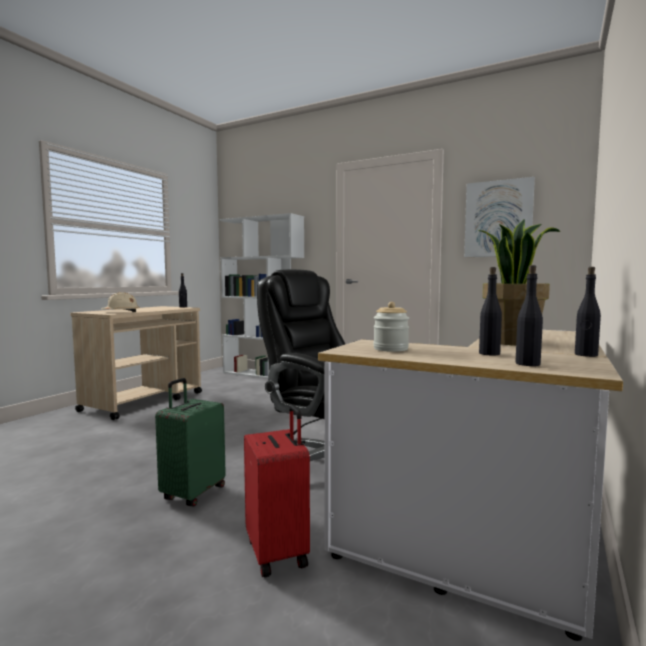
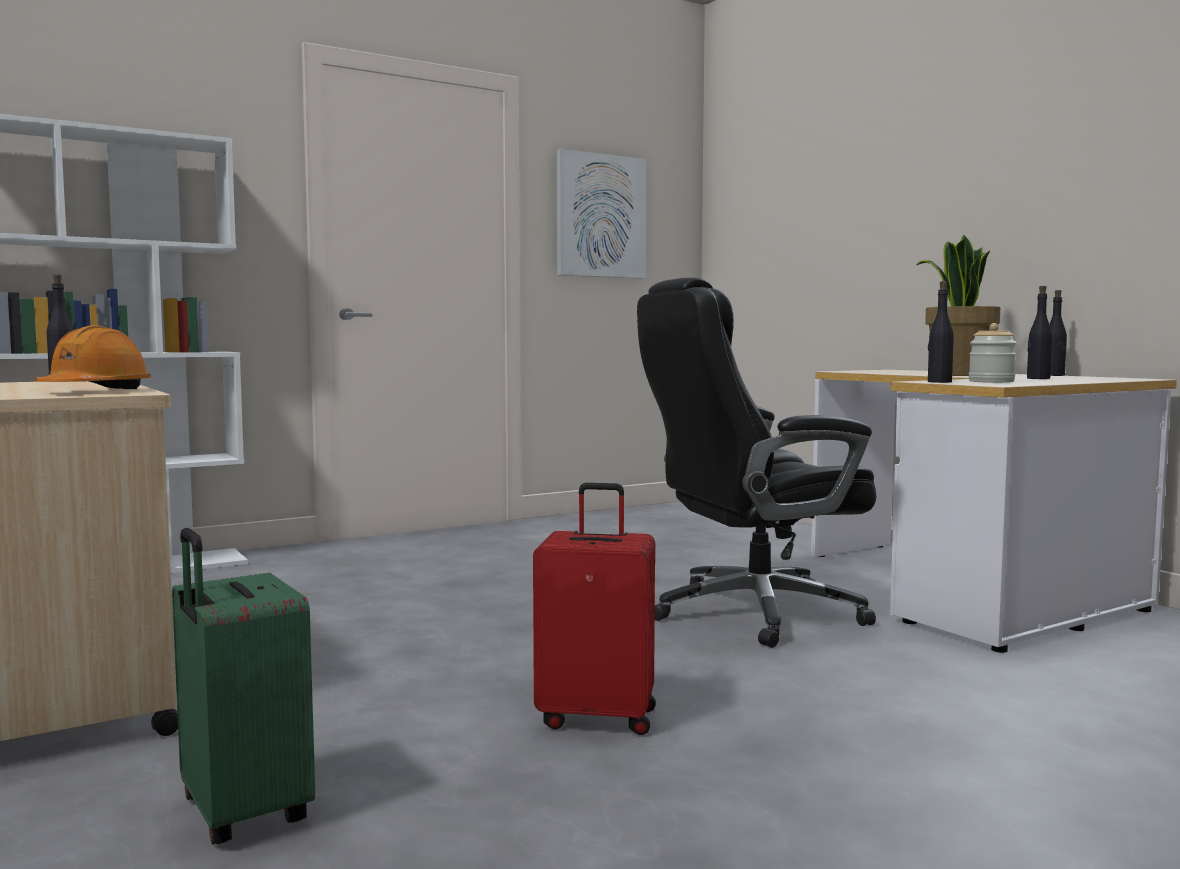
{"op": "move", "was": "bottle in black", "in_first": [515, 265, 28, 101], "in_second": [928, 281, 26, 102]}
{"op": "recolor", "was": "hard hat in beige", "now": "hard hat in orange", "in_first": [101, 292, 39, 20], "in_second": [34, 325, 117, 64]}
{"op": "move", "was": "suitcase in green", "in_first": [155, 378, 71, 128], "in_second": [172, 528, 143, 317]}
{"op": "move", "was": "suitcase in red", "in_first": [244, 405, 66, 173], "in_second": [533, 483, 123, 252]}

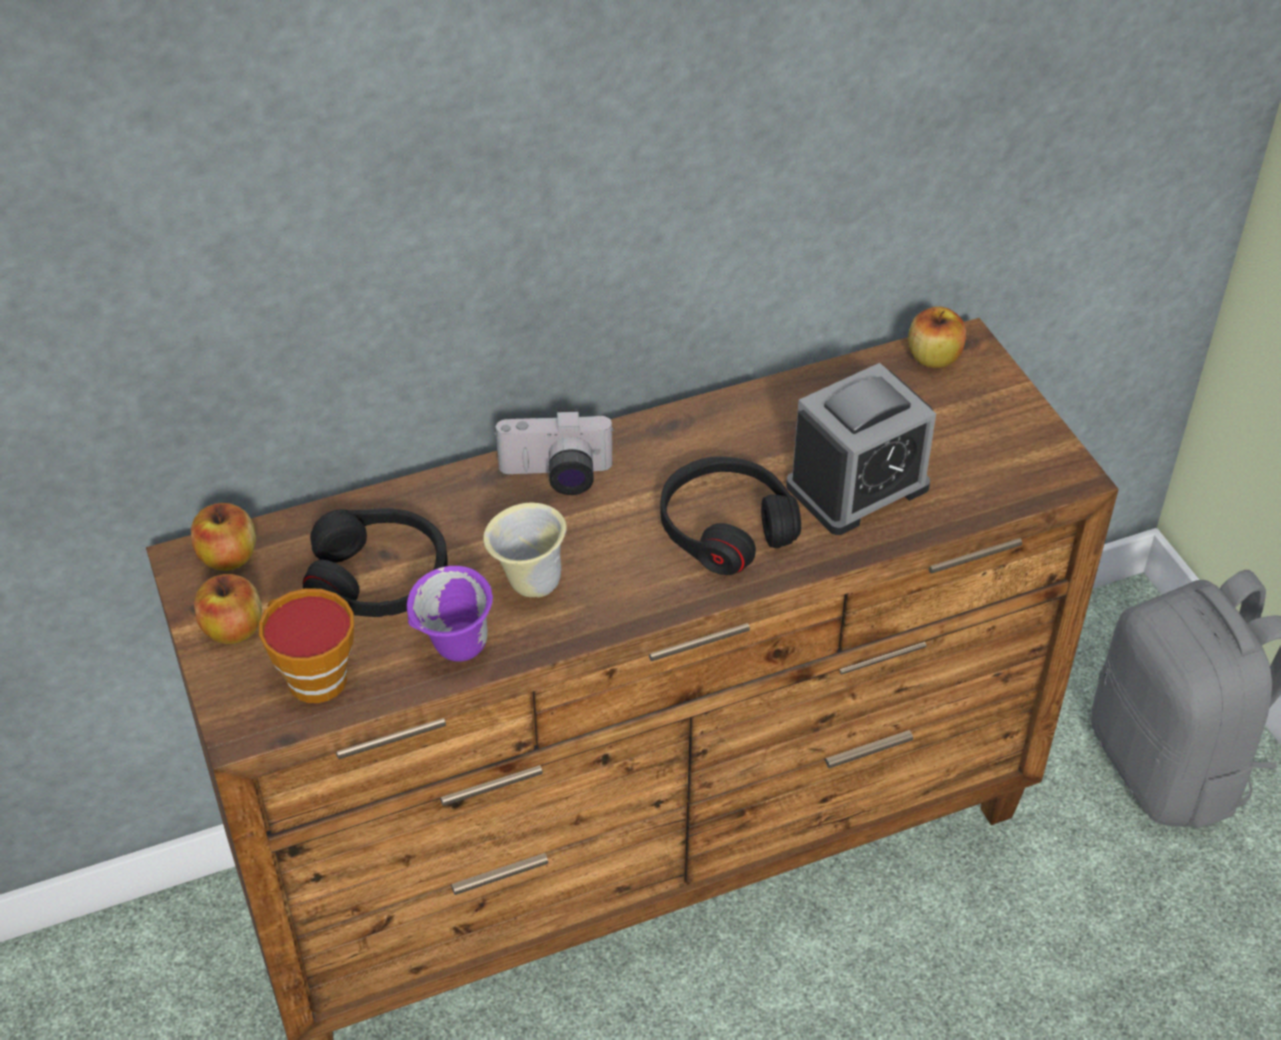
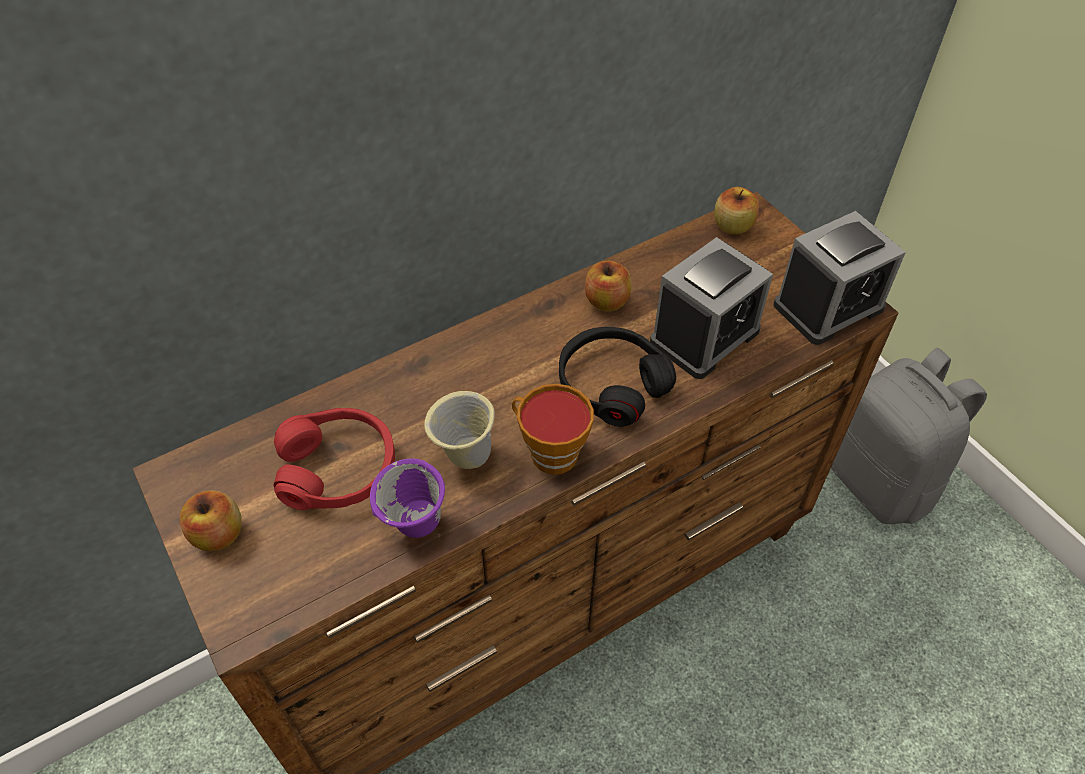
{"op": "delete", "was": "photo camera", "in_first": [494, 409, 120, 86]}
{"op": "move", "was": "apple", "in_first": [191, 503, 65, 68], "in_second": [585, 261, 47, 50]}
{"op": "recolor", "was": "headphones in black", "now": "headphones in red", "in_first": [303, 508, 145, 109], "in_second": [274, 408, 121, 102]}
{"op": "move", "was": "cup", "in_first": [259, 588, 95, 115], "in_second": [512, 384, 82, 91]}
{"op": "insert", "now": "alarm clock", "in_second": [773, 211, 133, 134]}

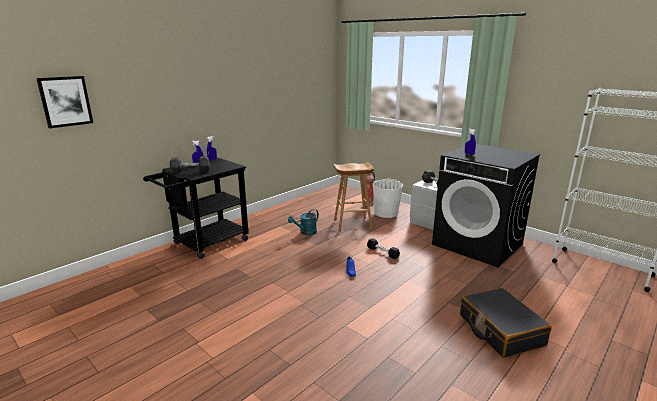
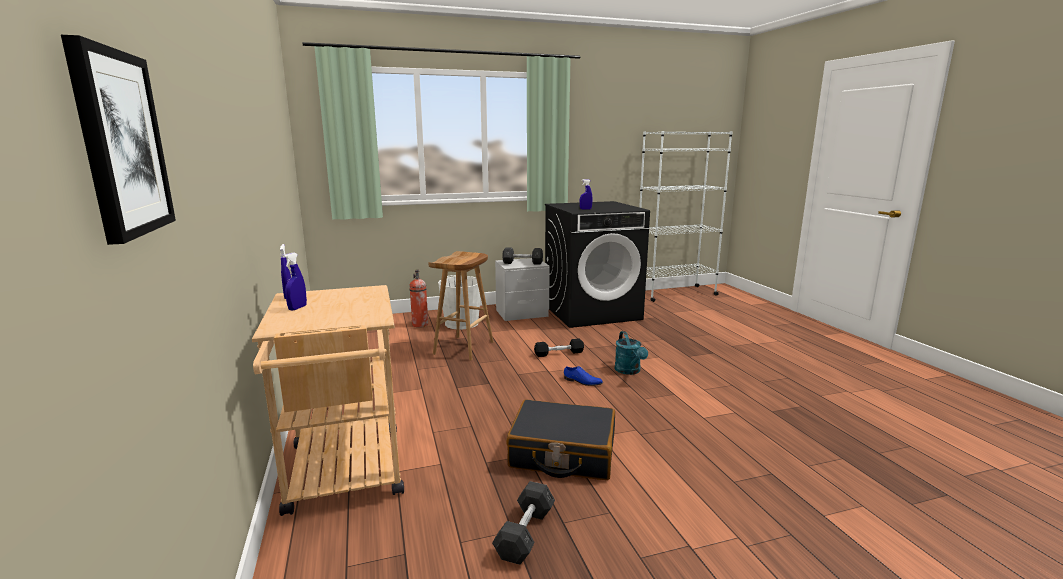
{"op": "move", "was": "dumbbell in grey", "in_first": [170, 156, 40, 17], "in_second": [492, 481, 63, 84]}
{"op": "recolor", "was": "cart in black", "now": "cart in beige", "in_first": [143, 157, 106, 102], "in_second": [252, 285, 152, 231]}
{"op": "move", "was": "watering can in turquoise", "in_first": [288, 209, 31, 26], "in_second": [615, 331, 33, 44]}
{"op": "move", "was": "suitcase in black", "in_first": [460, 288, 92, 70], "in_second": [506, 399, 109, 81]}

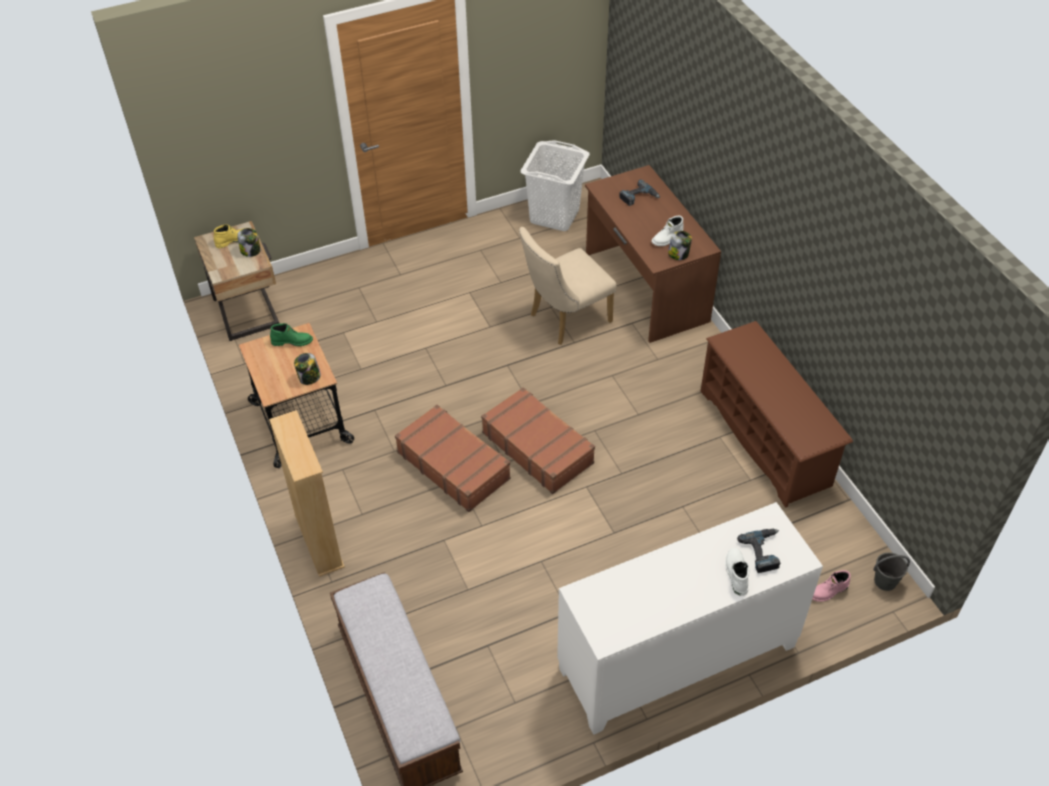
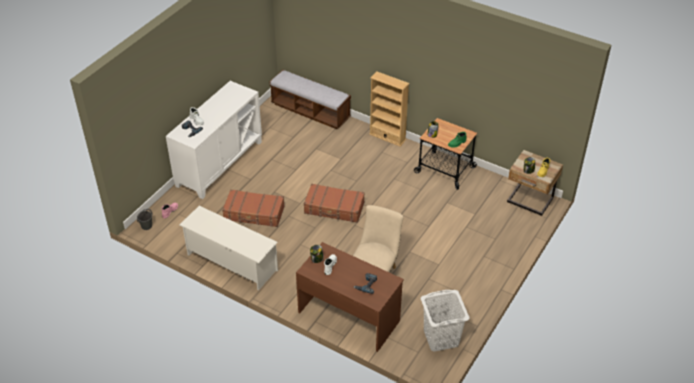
{"op": "recolor", "was": "shoe rack in brown", "now": "shoe rack in white", "in_first": [701, 321, 152, 187], "in_second": [180, 206, 98, 84]}
{"op": "move", "was": "suitcase in brown", "in_first": [395, 405, 116, 107], "in_second": [222, 189, 62, 38]}

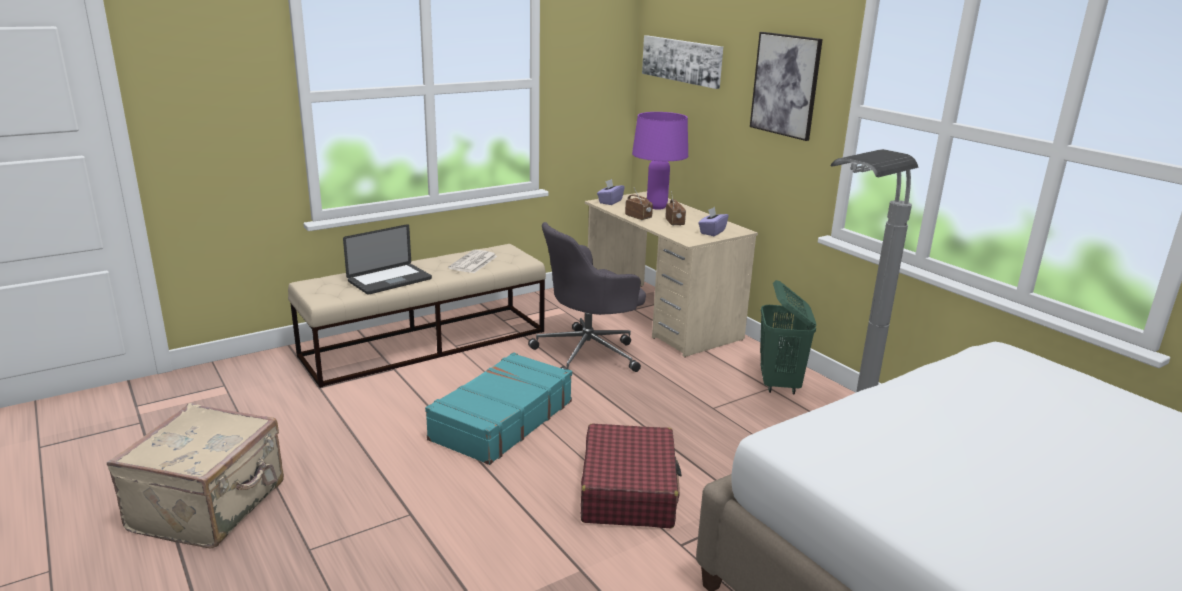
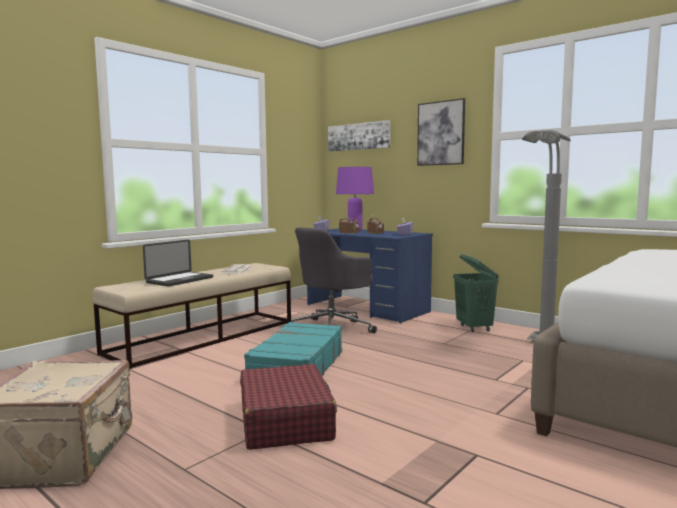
{"op": "recolor", "was": "desk in beige", "now": "desk in blue", "in_first": [585, 191, 173, 166], "in_second": [307, 228, 126, 96]}
{"op": "move", "was": "suitcase in red", "in_first": [581, 423, 101, 105], "in_second": [240, 364, 97, 86]}

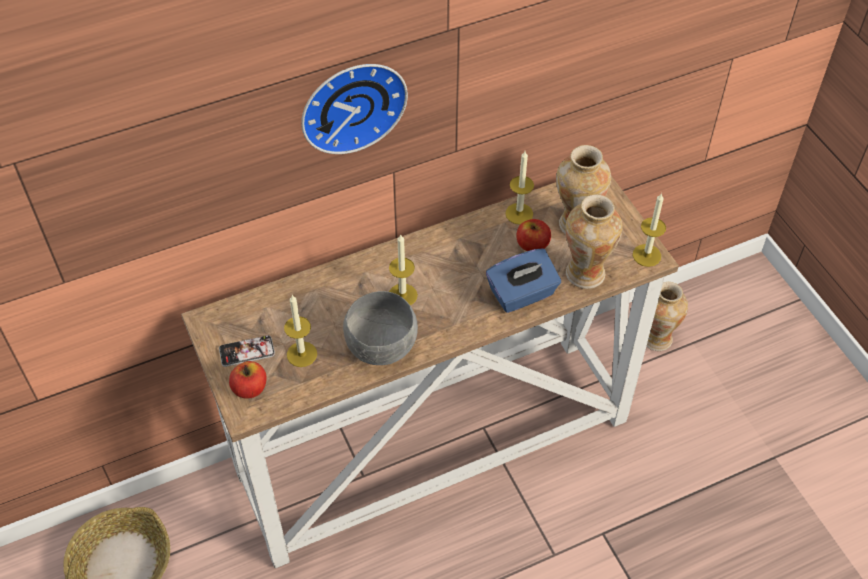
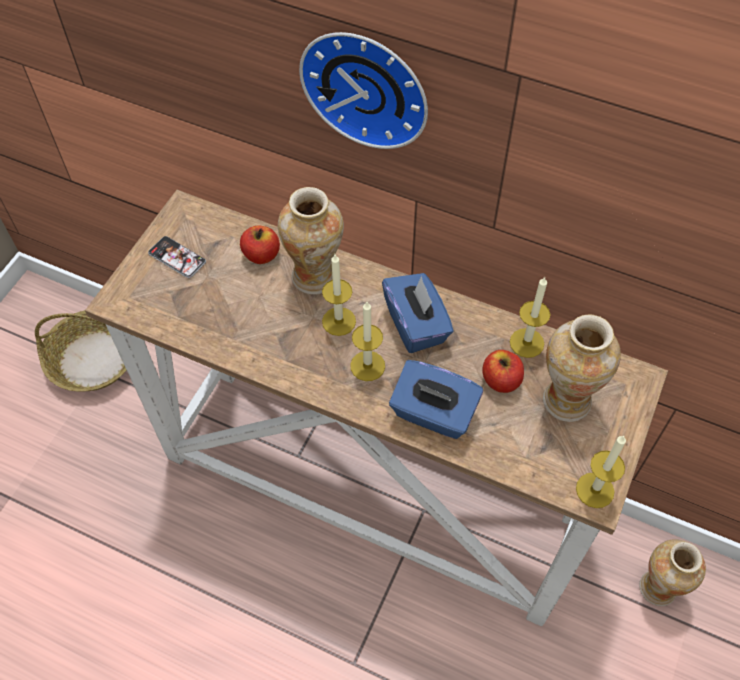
{"op": "move", "was": "vase", "in_first": [565, 194, 57, 95], "in_second": [278, 187, 66, 108]}
{"op": "delete", "was": "bowl in grey", "in_first": [343, 291, 75, 74]}
{"op": "move", "was": "candle", "in_first": [284, 295, 33, 72], "in_second": [350, 302, 35, 79]}
{"op": "move", "was": "apple", "in_first": [229, 361, 38, 38], "in_second": [240, 226, 40, 38]}
{"op": "insert", "now": "tissue box in blue", "in_second": [382, 273, 72, 80]}

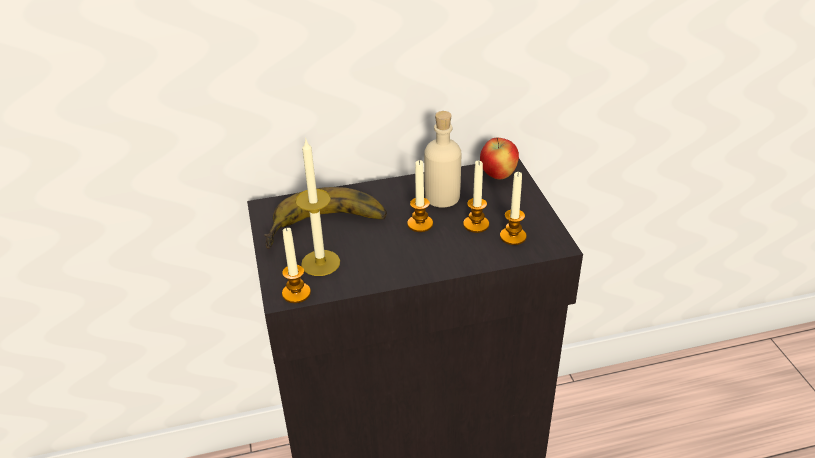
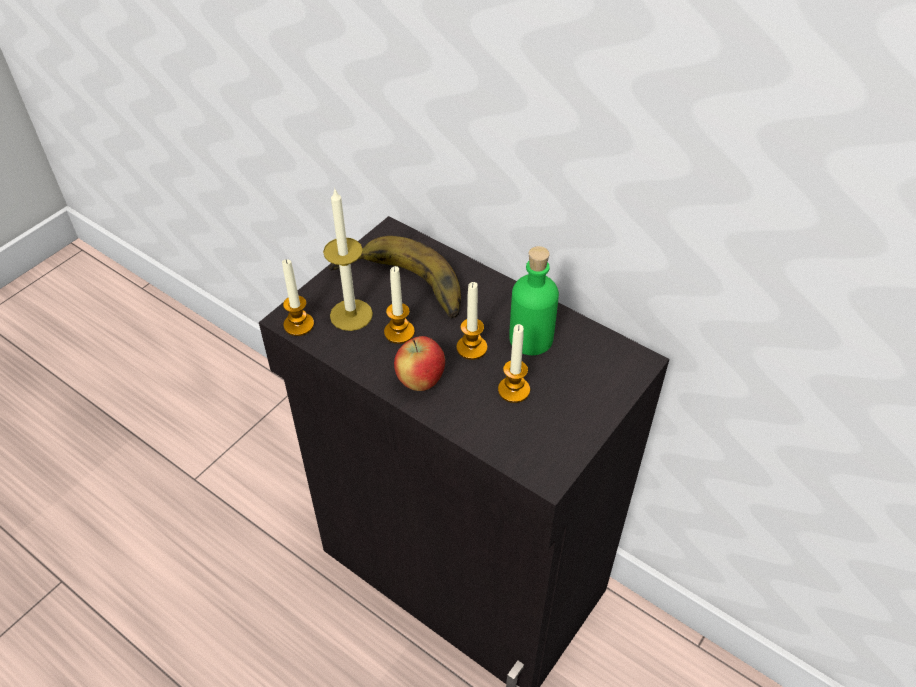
{"op": "recolor", "was": "bottle in beige", "now": "bottle in green", "in_first": [424, 111, 37, 97], "in_second": [509, 246, 50, 109]}
{"op": "move", "was": "apple", "in_first": [480, 138, 39, 41], "in_second": [394, 336, 51, 55]}
{"op": "move", "was": "candle", "in_first": [500, 172, 27, 73], "in_second": [384, 266, 31, 78]}

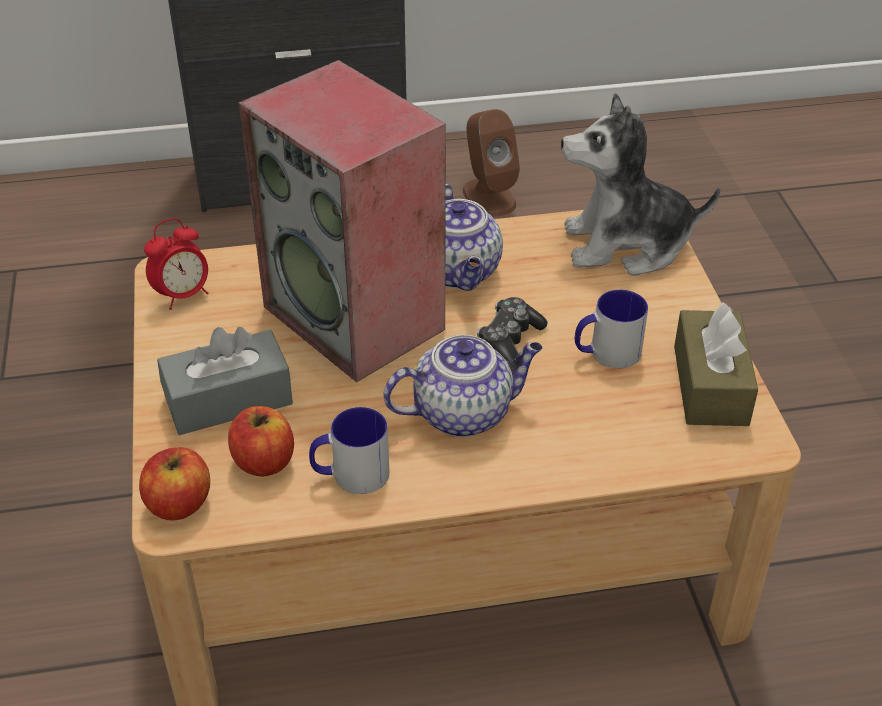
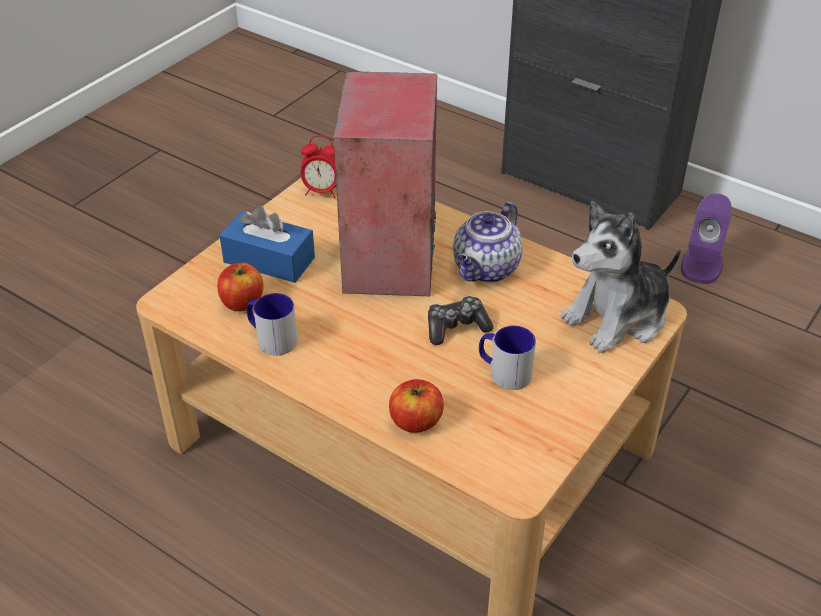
{"op": "rotate", "was": "plush toy", "in_first": [561, 93, 160, 183], "in_second": [560, 201, 121, 152], "clockwise": -75}
{"op": "recolor", "was": "speaker in brown", "now": "speaker in purple", "in_first": [463, 109, 57, 108], "in_second": [681, 193, 51, 91]}
{"op": "delete", "was": "tissue box in brown", "in_first": [674, 302, 84, 124]}
{"op": "recolor", "was": "tissue box in grey", "now": "tissue box in blue", "in_first": [157, 327, 136, 108], "in_second": [219, 206, 96, 77]}
{"op": "delete", "was": "teapot", "in_first": [383, 335, 159, 102]}
{"op": "move", "was": "apple", "in_first": [139, 447, 71, 73], "in_second": [389, 379, 55, 54]}

